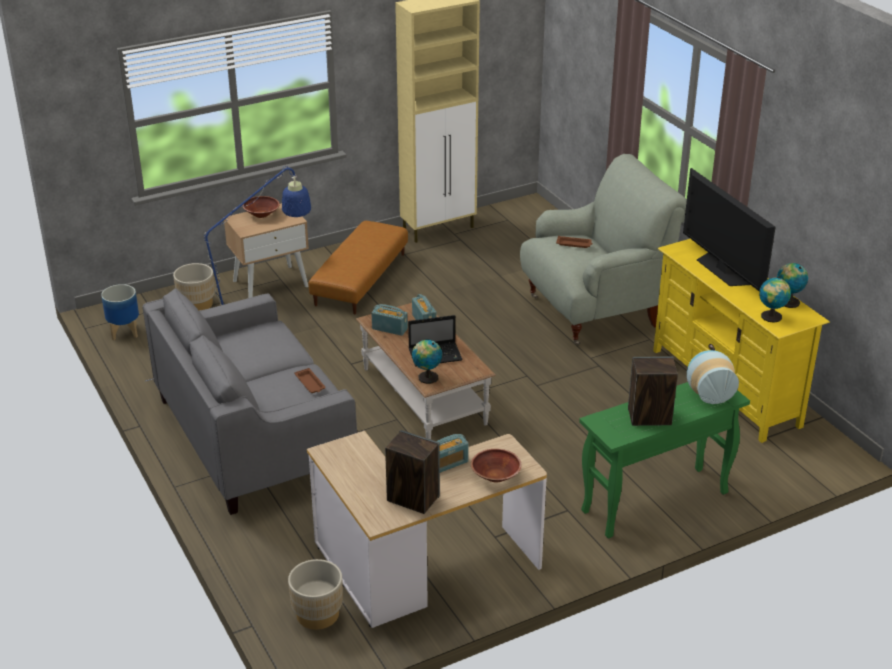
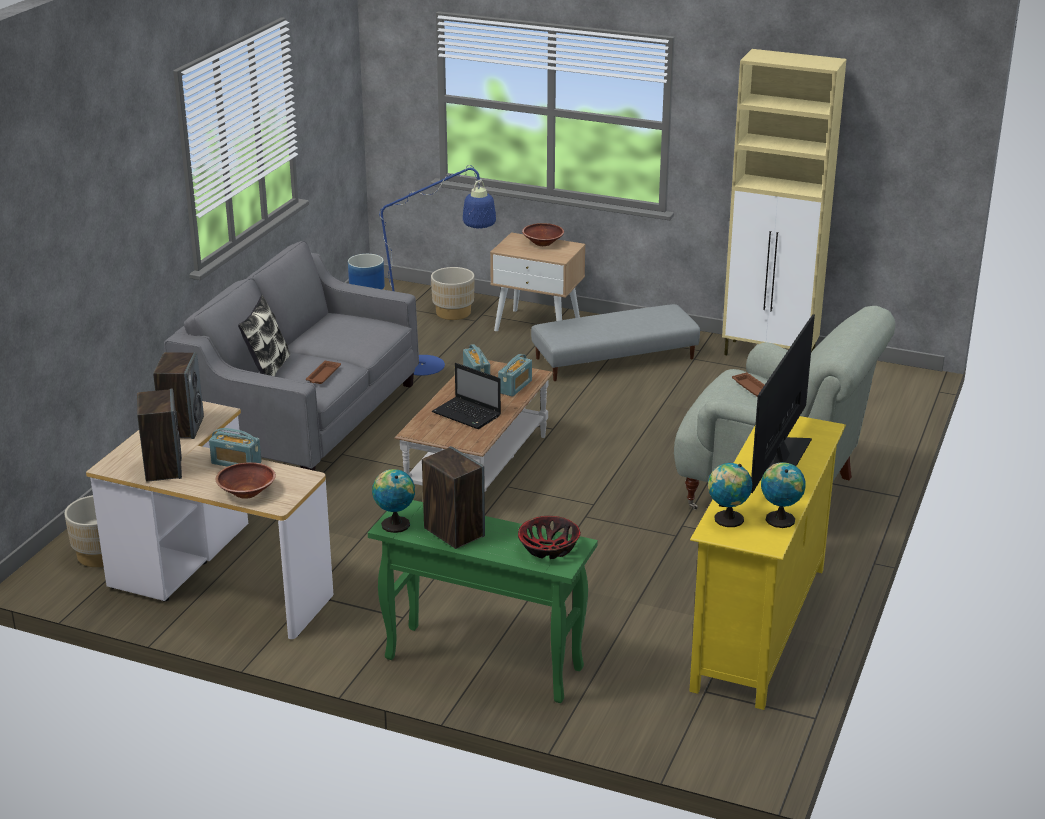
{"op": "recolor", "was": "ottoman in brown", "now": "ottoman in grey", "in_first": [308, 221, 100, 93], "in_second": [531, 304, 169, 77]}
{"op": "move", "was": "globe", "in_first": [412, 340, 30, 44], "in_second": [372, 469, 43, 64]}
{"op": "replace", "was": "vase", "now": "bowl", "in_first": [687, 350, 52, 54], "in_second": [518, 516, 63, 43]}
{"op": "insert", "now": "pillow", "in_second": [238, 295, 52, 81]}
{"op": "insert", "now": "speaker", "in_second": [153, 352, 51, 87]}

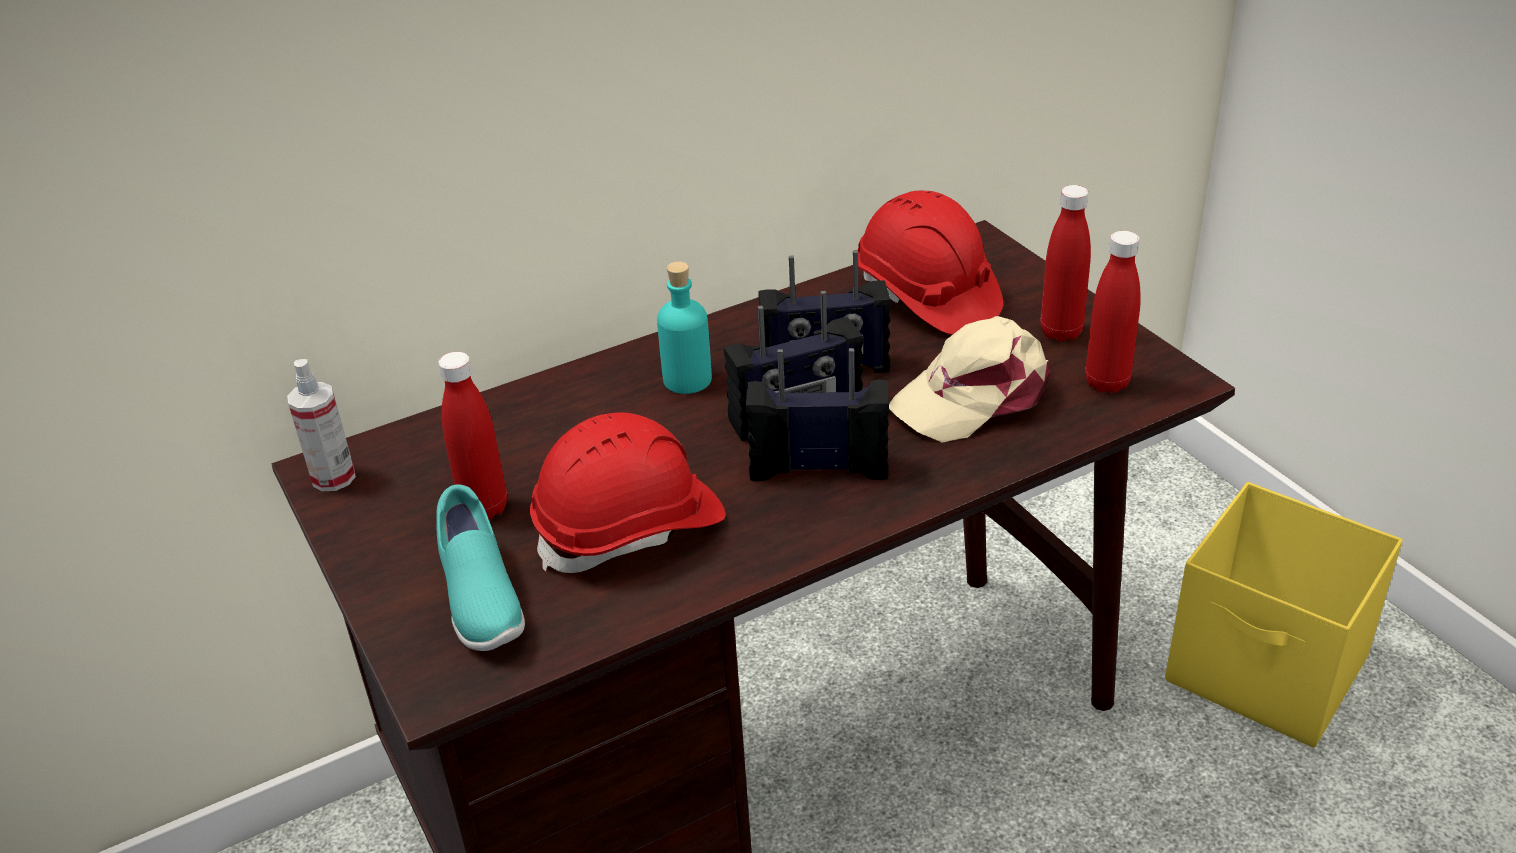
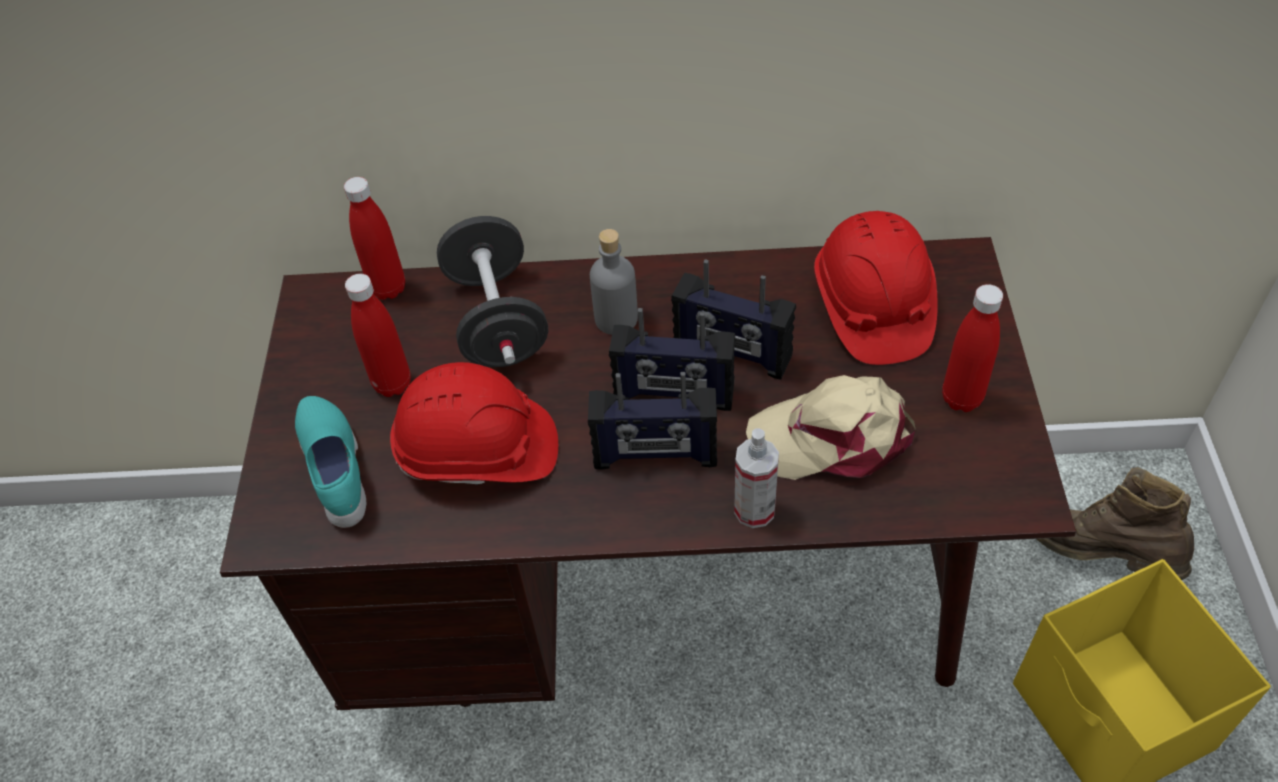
{"op": "move", "was": "bottle in red", "in_first": [1085, 231, 56, 162], "in_second": [344, 177, 61, 123]}
{"op": "recolor", "was": "bottle in turquoise", "now": "bottle in grey", "in_first": [657, 261, 55, 133], "in_second": [590, 229, 48, 106]}
{"op": "rotate", "was": "radio", "in_first": [746, 348, 143, 133], "in_second": [588, 372, 129, 98], "clockwise": 150}
{"op": "move", "was": "spray bottle", "in_first": [287, 359, 69, 132], "in_second": [734, 429, 45, 99]}
{"op": "rotate", "was": "shoe in turquoise", "in_first": [436, 484, 89, 167], "in_second": [295, 396, 71, 132], "clockwise": 150}
{"op": "insert", "now": "dumbbell in black", "in_second": [437, 216, 111, 151]}
{"op": "insert", "now": "boot in brown", "in_second": [1036, 467, 158, 113]}

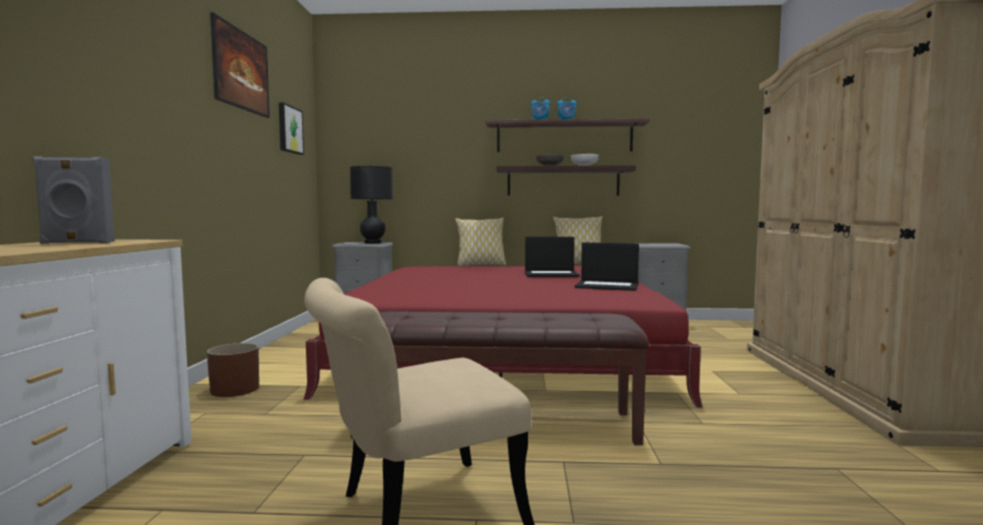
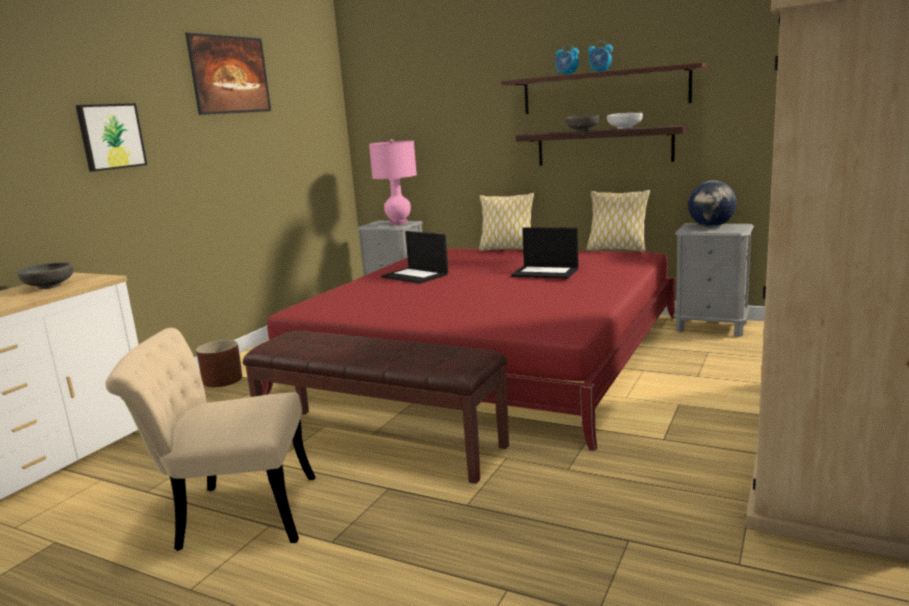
{"op": "move", "was": "picture", "in_first": [279, 103, 25, 52], "in_second": [76, 103, 71, 69]}
{"op": "replace", "was": "speaker in grey", "now": "bowl in grey", "in_first": [33, 156, 82, 88], "in_second": [18, 262, 55, 27]}
{"op": "recolor", "was": "table lamp in black", "now": "table lamp in pink", "in_first": [350, 165, 43, 79], "in_second": [369, 139, 48, 86]}
{"op": "move", "was": "laptop", "in_first": [574, 242, 65, 49], "in_second": [381, 231, 67, 53]}
{"op": "insert", "now": "globe", "in_second": [688, 181, 49, 46]}

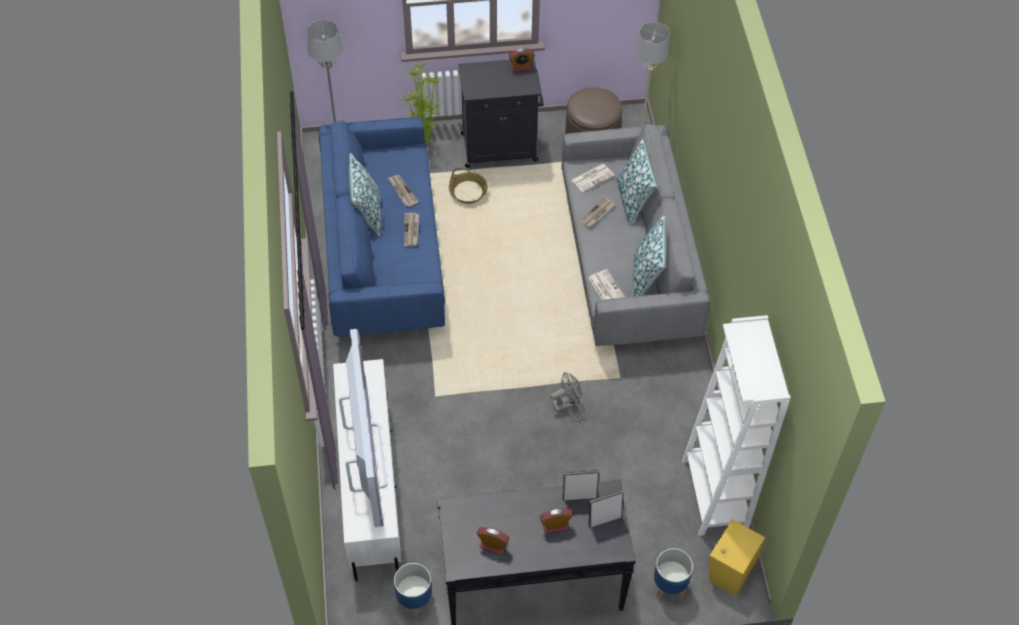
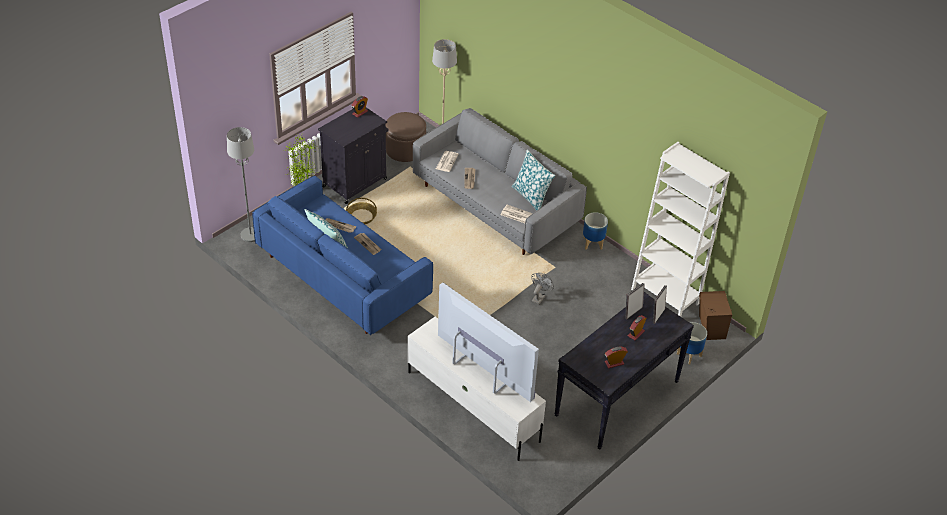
{"op": "delete", "was": "pillow", "in_first": [617, 139, 40, 87]}
{"op": "recolor", "was": "speaker in yellow", "now": "speaker in brown", "in_first": [709, 519, 56, 77], "in_second": [699, 291, 33, 49]}
{"op": "move", "was": "planter", "in_first": [394, 563, 39, 55], "in_second": [583, 212, 25, 38]}

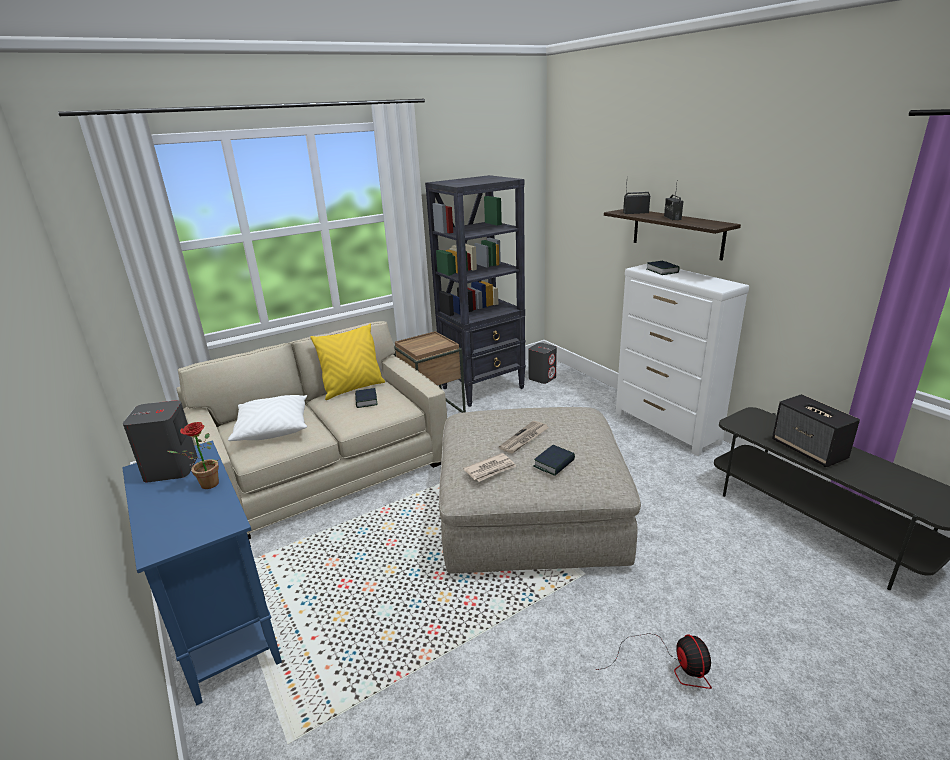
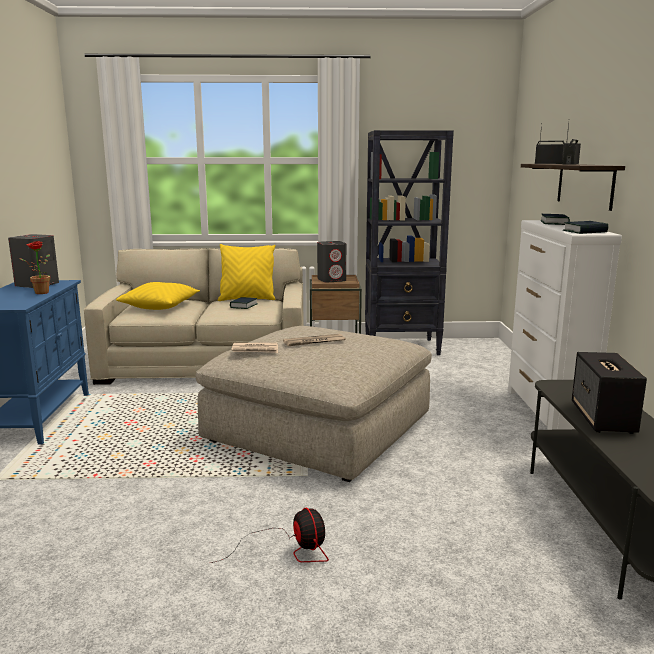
{"op": "move", "was": "speaker in grey", "in_first": [529, 343, 28, 41], "in_second": [317, 241, 29, 42]}
{"op": "recolor", "was": "pillow in white", "now": "pillow in yellow", "in_first": [228, 395, 79, 46], "in_second": [116, 282, 84, 28]}
{"op": "move", "was": "book", "in_first": [533, 445, 42, 31], "in_second": [563, 221, 45, 13]}
{"op": "rotate", "was": "fan", "in_first": [596, 633, 116, 56], "in_second": [211, 507, 118, 56], "clockwise": -45}

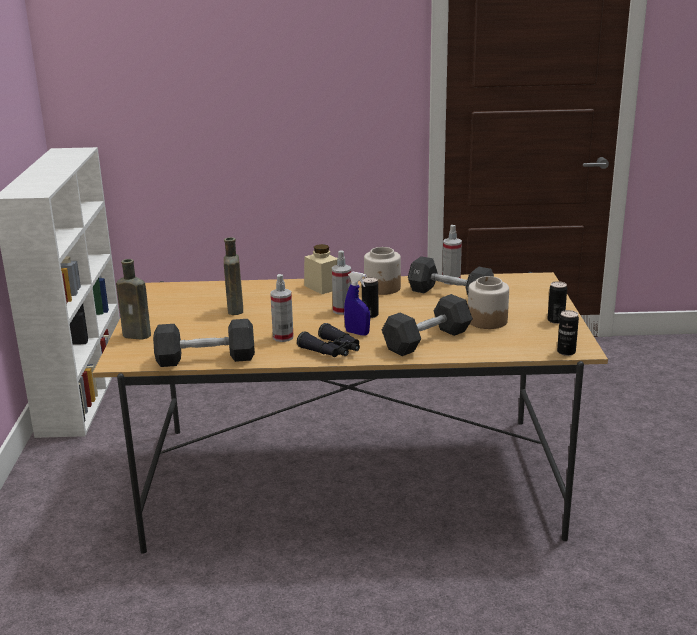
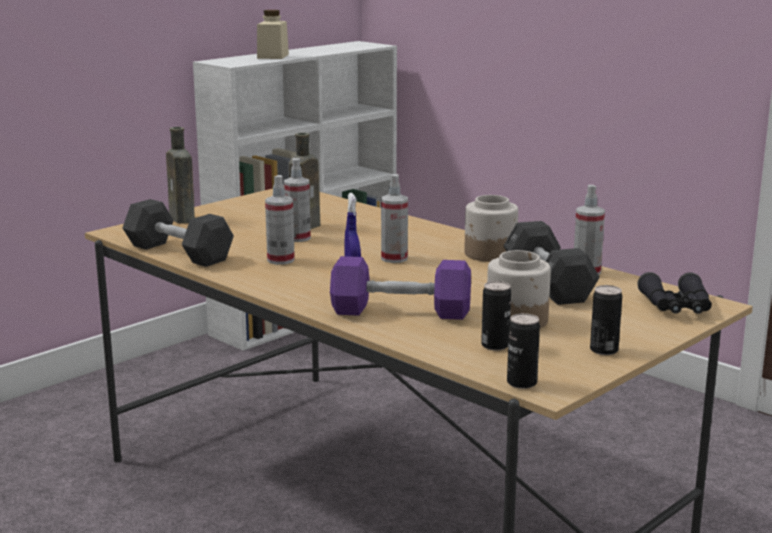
{"op": "move", "was": "jar in beige", "in_first": [304, 244, 34, 50], "in_second": [257, 10, 32, 49]}
{"op": "move", "was": "can", "in_first": [362, 277, 16, 41], "in_second": [481, 281, 30, 70]}
{"op": "recolor", "was": "dumbbell in black", "now": "dumbbell in purple", "in_first": [382, 294, 91, 62], "in_second": [330, 256, 141, 64]}
{"op": "move", "was": "binoculars in black", "in_first": [297, 323, 63, 34], "in_second": [638, 272, 74, 42]}
{"op": "insert", "now": "spray bottle", "in_second": [284, 158, 27, 84]}

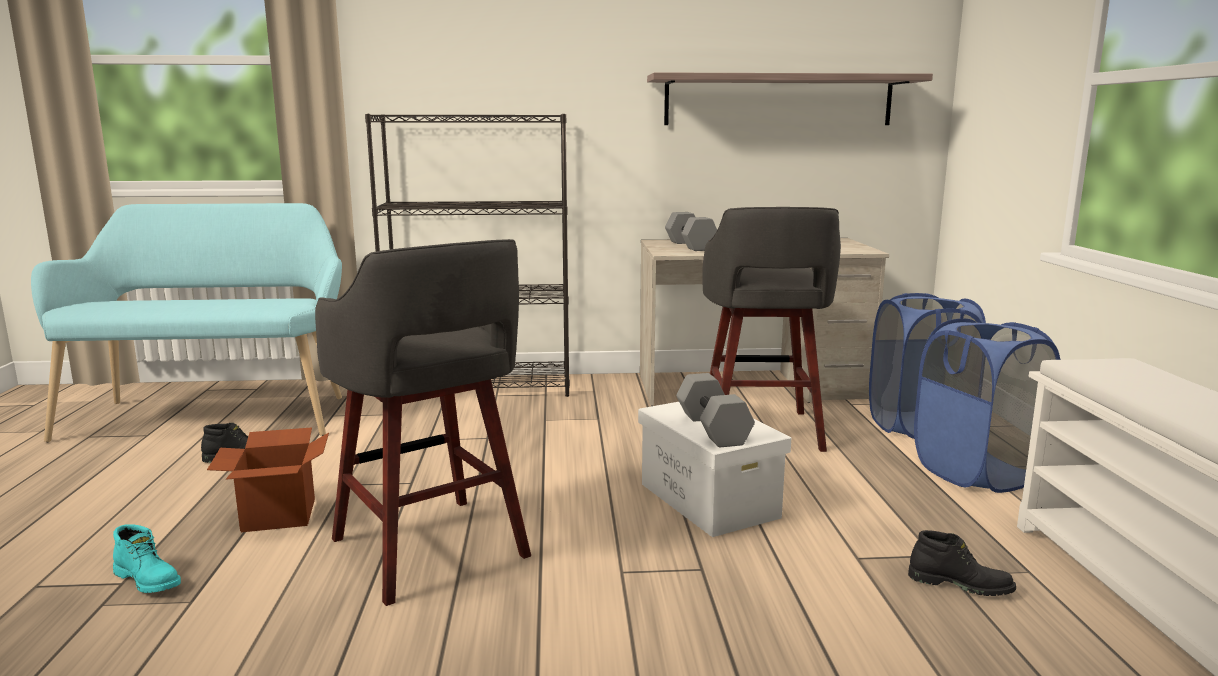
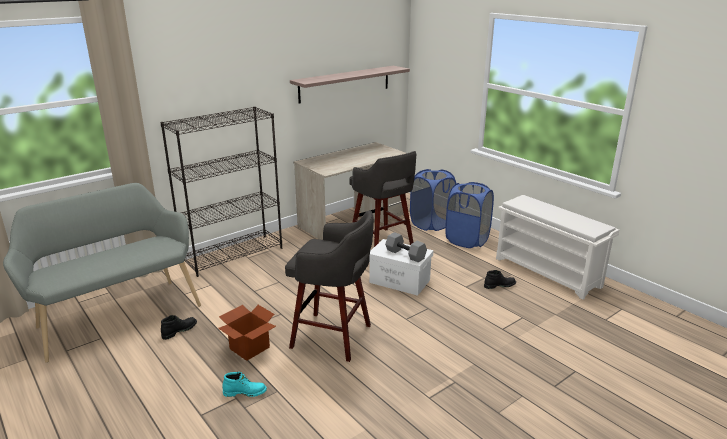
{"op": "recolor", "was": "bench in turquoise", "now": "bench in grey", "in_first": [31, 203, 311, 239], "in_second": [3, 183, 198, 180]}
{"op": "delete", "was": "dumbbell in grey", "in_first": [665, 212, 52, 39]}

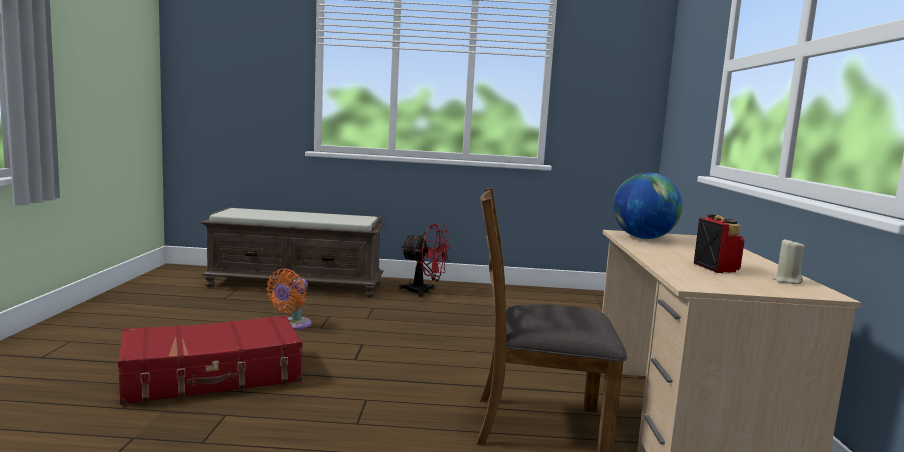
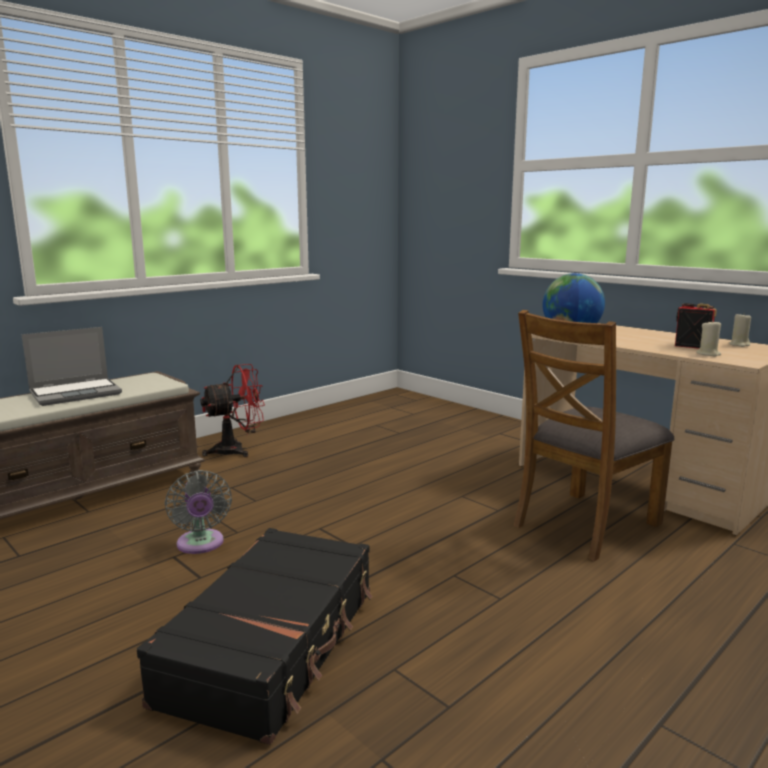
{"op": "recolor", "was": "fan in orange", "now": "fan in grey", "in_first": [266, 269, 46, 61], "in_second": [165, 470, 67, 84]}
{"op": "recolor", "was": "suitcase in red", "now": "suitcase in black", "in_first": [118, 315, 185, 90], "in_second": [137, 528, 235, 217]}
{"op": "insert", "now": "candle in beige", "in_second": [696, 320, 25, 36]}
{"op": "insert", "now": "laptop", "in_second": [21, 327, 101, 79]}

